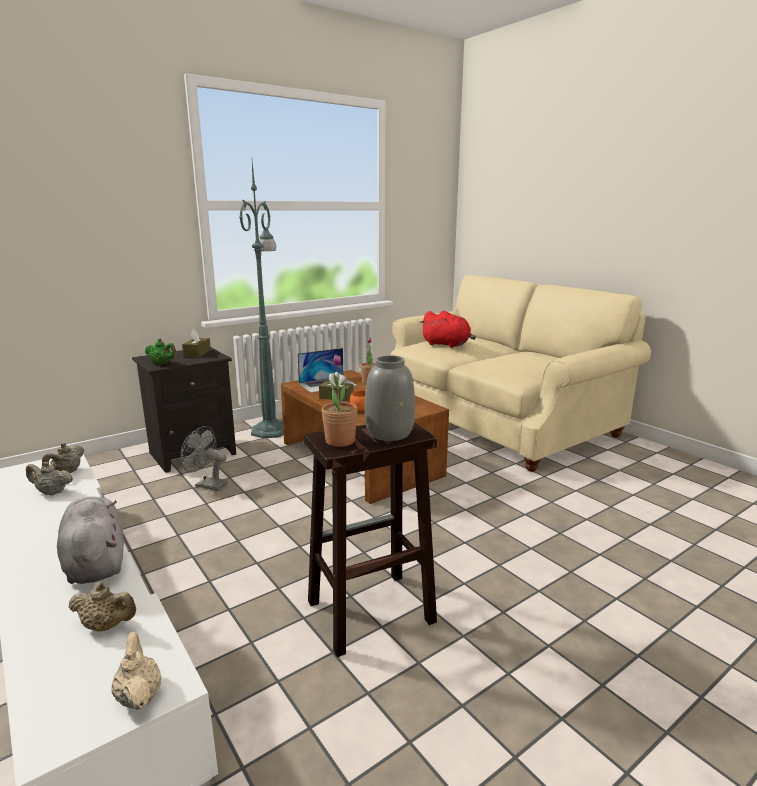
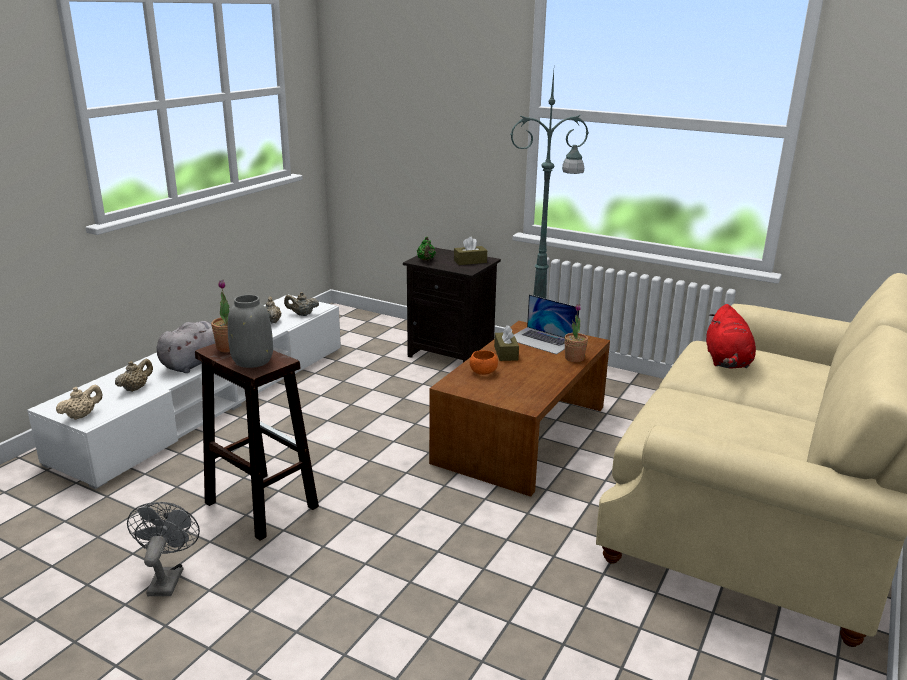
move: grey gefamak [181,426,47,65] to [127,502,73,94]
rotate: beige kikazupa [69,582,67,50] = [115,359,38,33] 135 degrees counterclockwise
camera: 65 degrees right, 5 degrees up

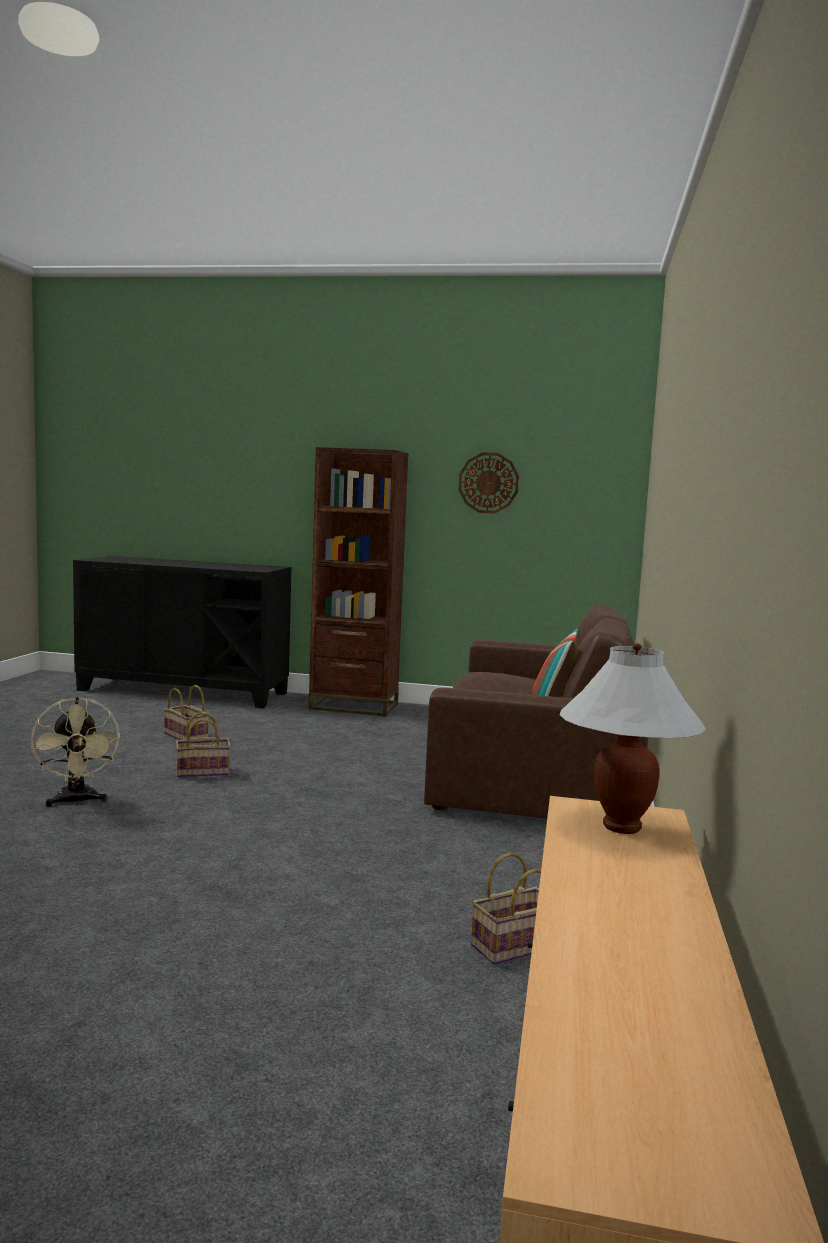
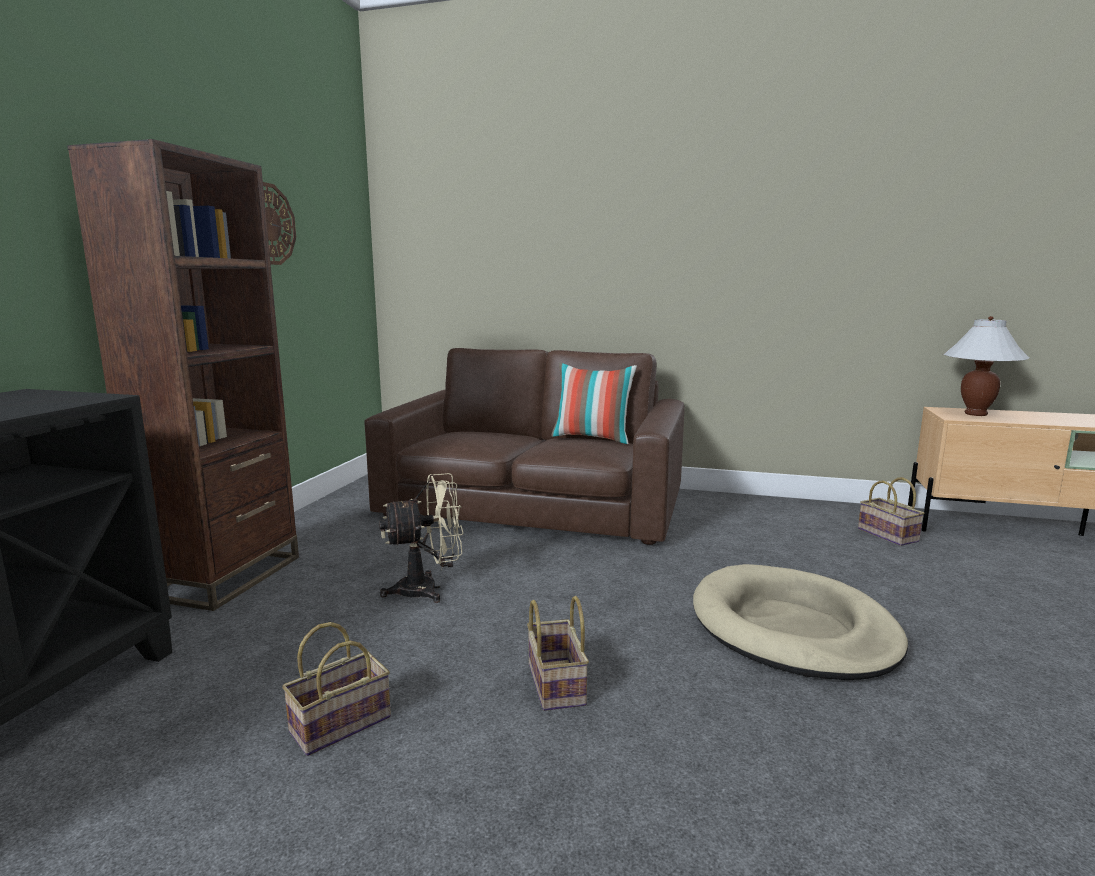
insert: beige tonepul [693,564,215,116]
move: beige gefamak [31,697,89,110] to [379,473,85,130]
camera: 85 degrees left, 5 degrees up

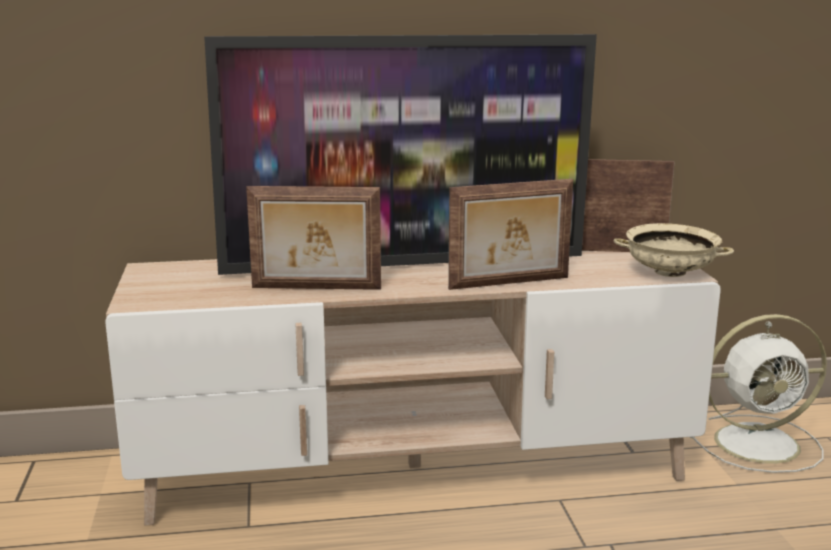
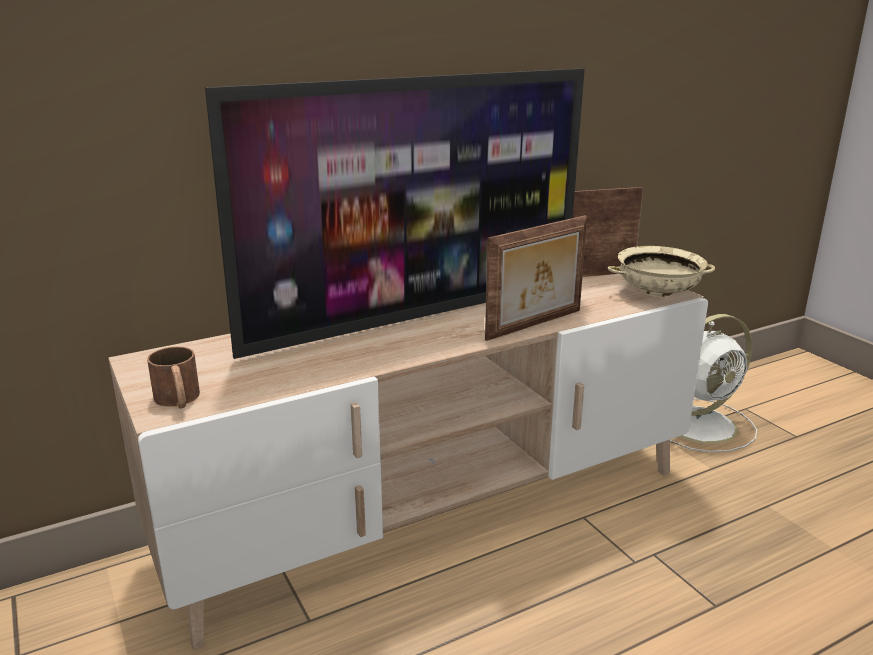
delete: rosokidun [246,186,135,104]
insert: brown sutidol [147,346,53,62]
camera: 20 degrees left, 5 degrees up

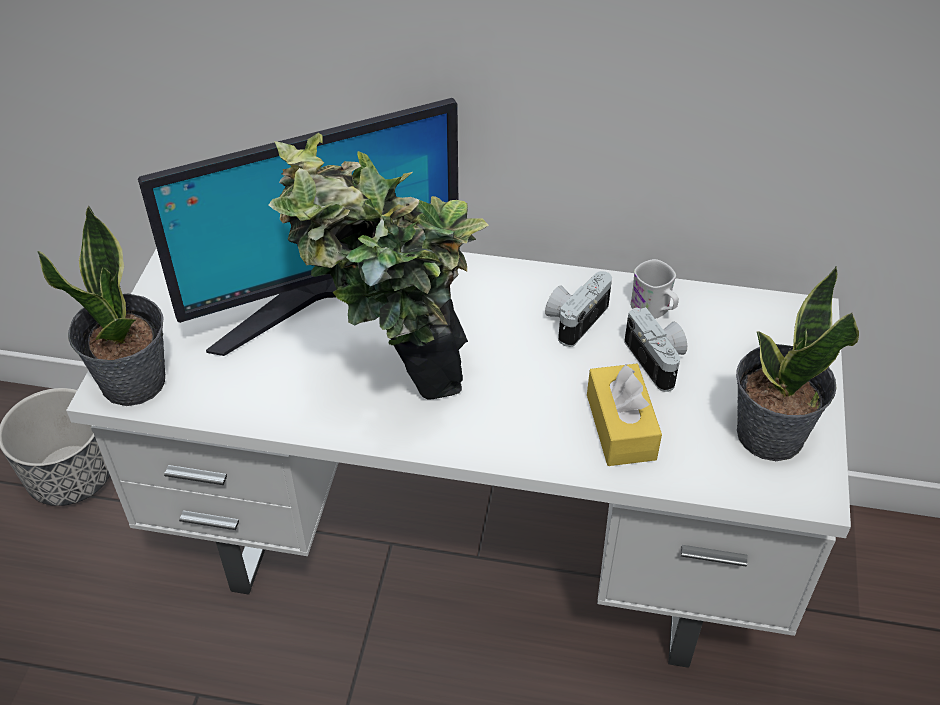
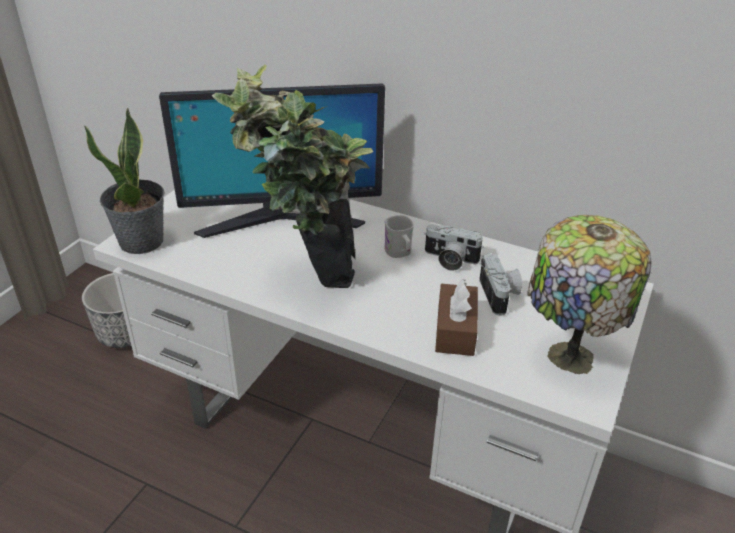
move: white sutidol [630,259,49,60] to [384,215,30,43]
replace: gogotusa [736,266,123,195] to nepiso [527,215,124,159]
recolor: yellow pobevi [587,364,75,102] to brown pobevi [435,279,43,77]
rotate: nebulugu [545,271,67,76] = [424,224,60,47] 120 degrees counterclockwise
camera: 15 degrees right, 10 degrees down

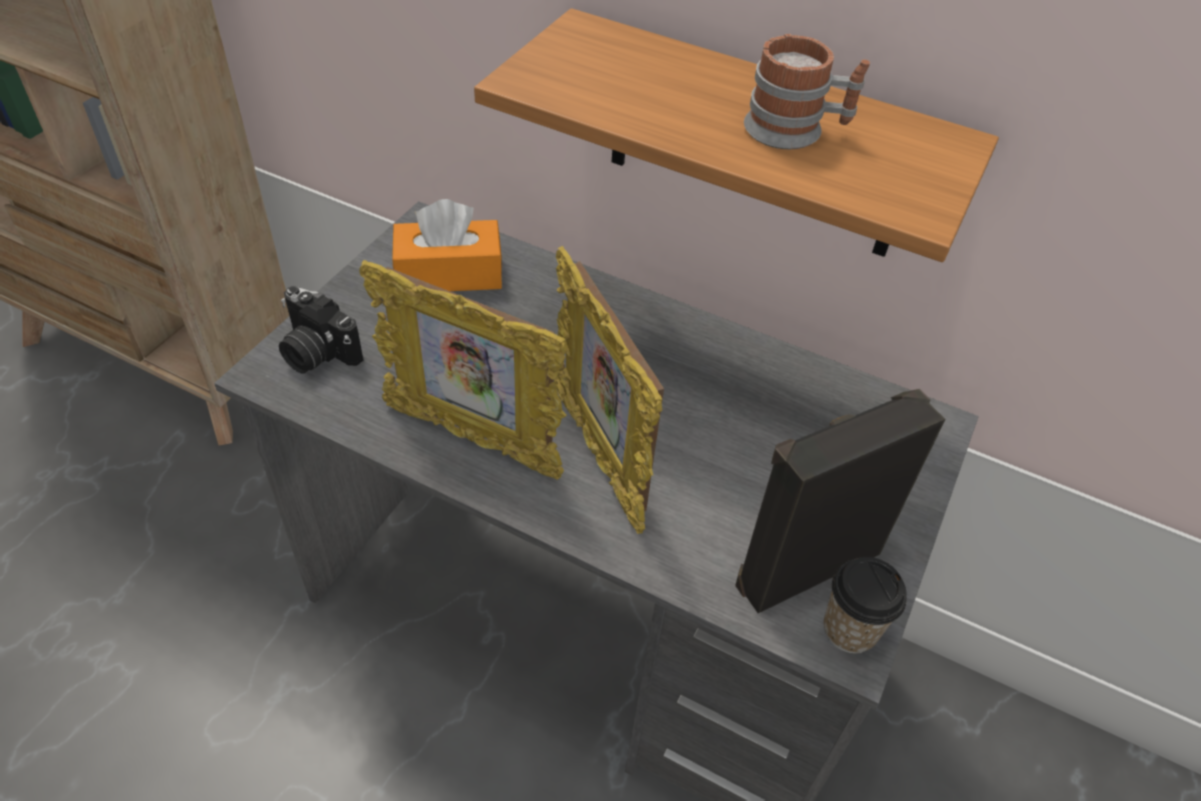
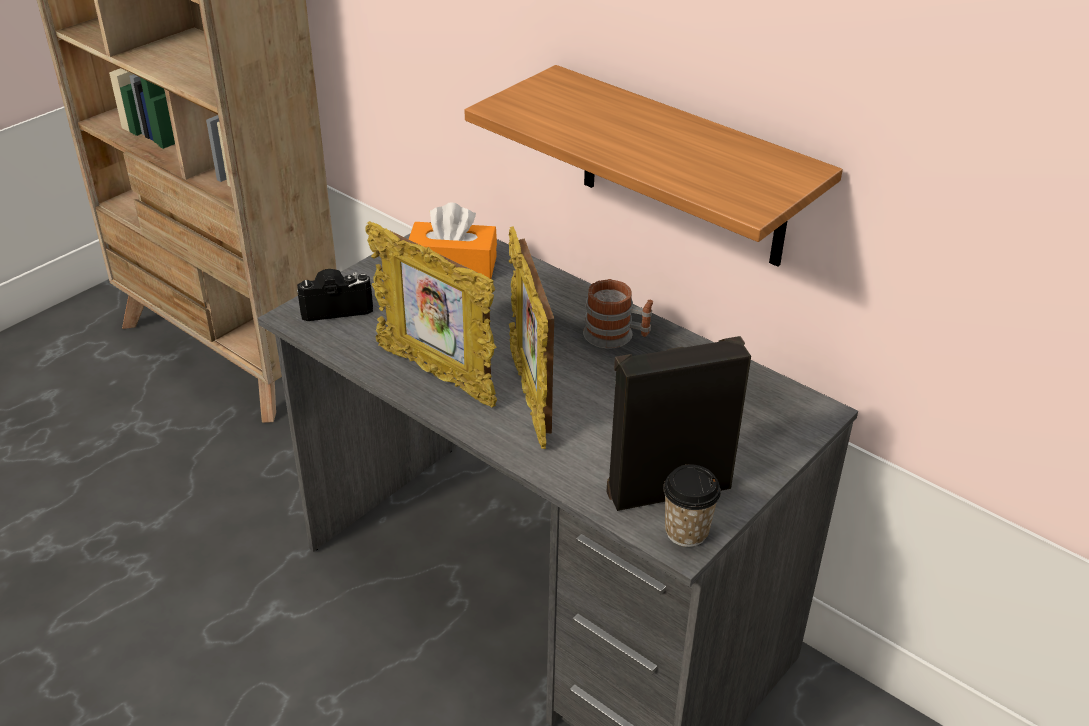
move: sutidol [744,34,126,115] to [583,279,70,70]
rotate: nebulugu [279,286,85,88] = [297,269,76,52] 120 degrees clockwise
camera: 15 degrees right, 10 degrees down

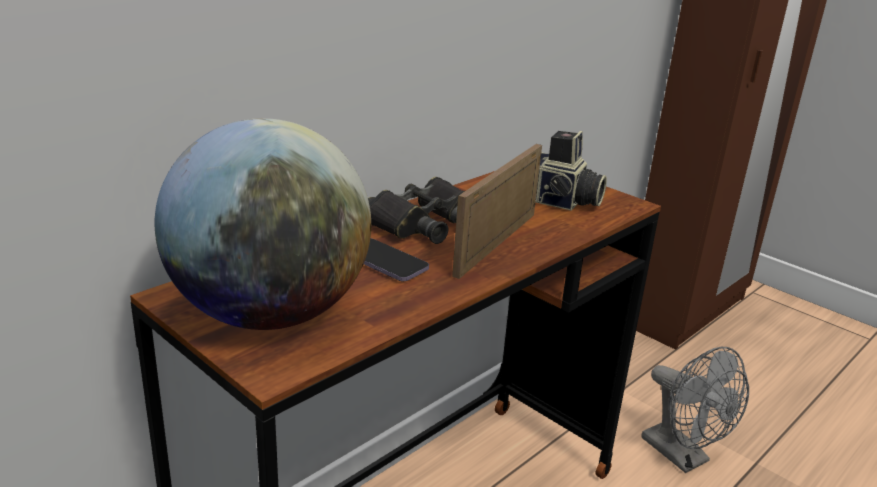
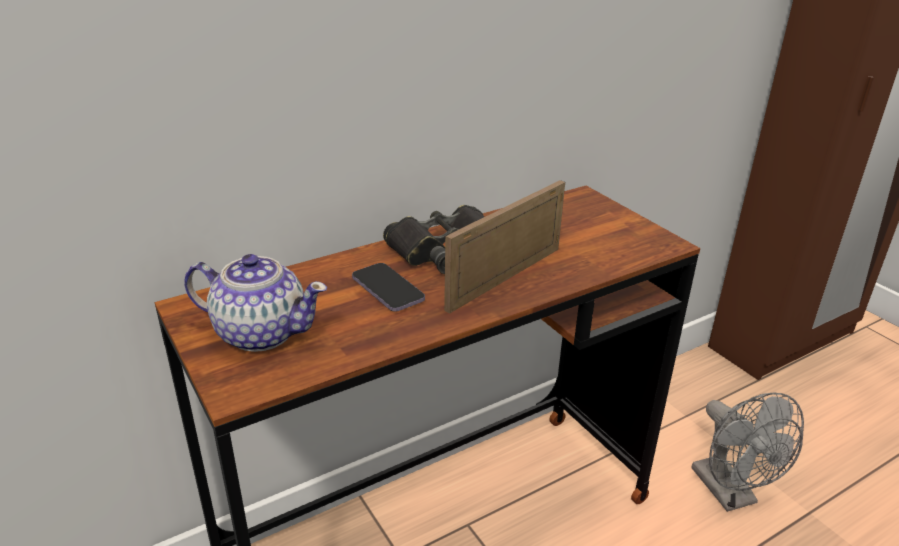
delete: nebulugu [536,131,71,80]
replace: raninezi [155,118,216,212] to kikazupa [184,254,143,98]
camera: 15 degrees right, 5 degrees up

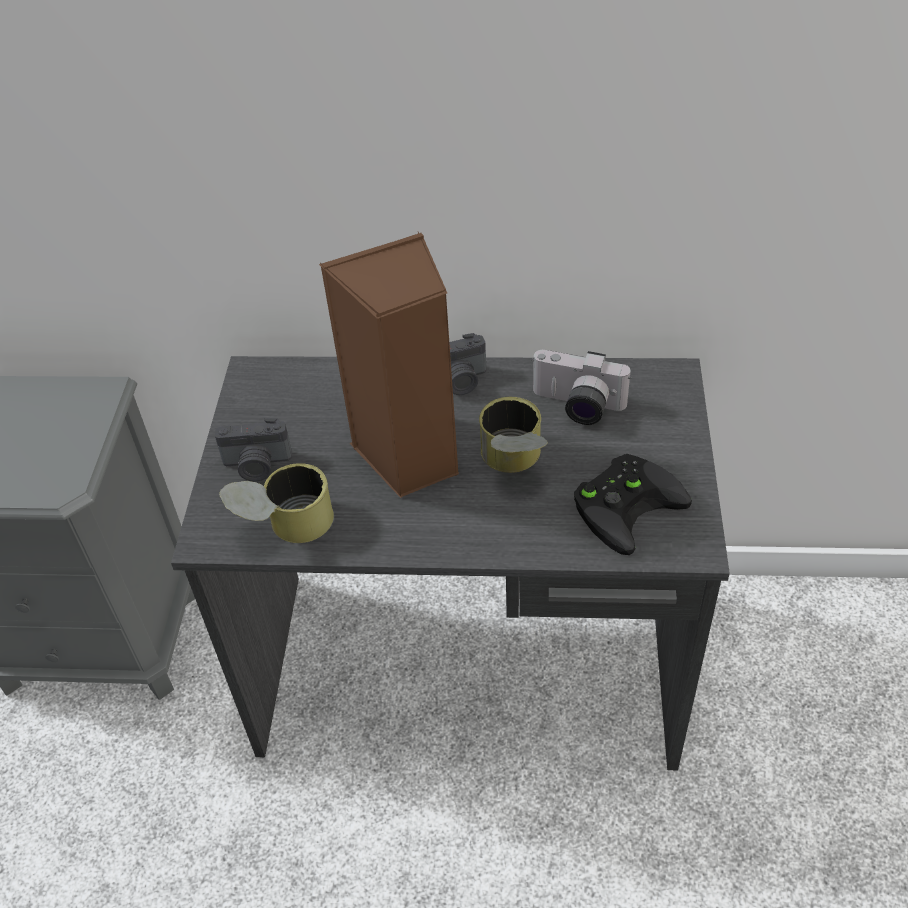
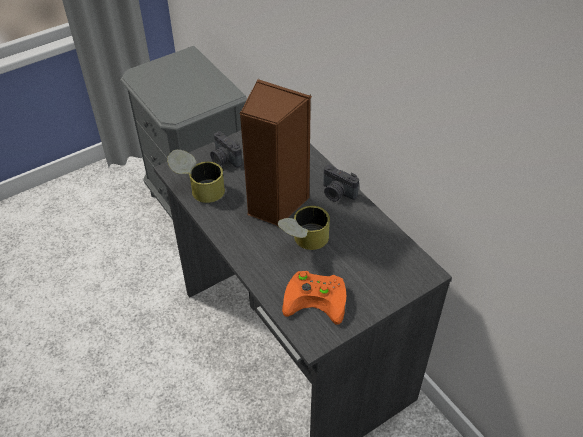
delete: nebulugu [531,350,100,75]
recolor: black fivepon [574,454,118,101] to orange fivepon [282,271,64,54]
camera: 50 degrees right, 0 degrees up

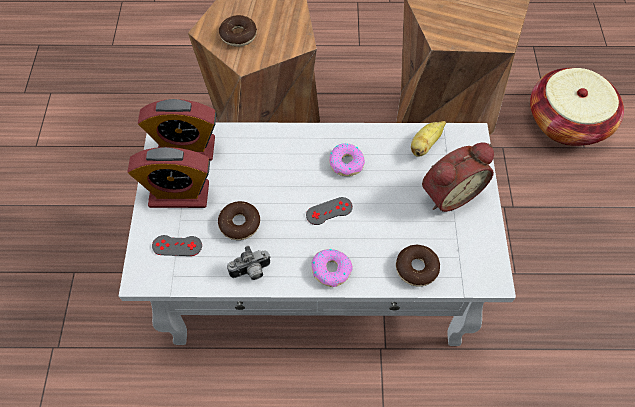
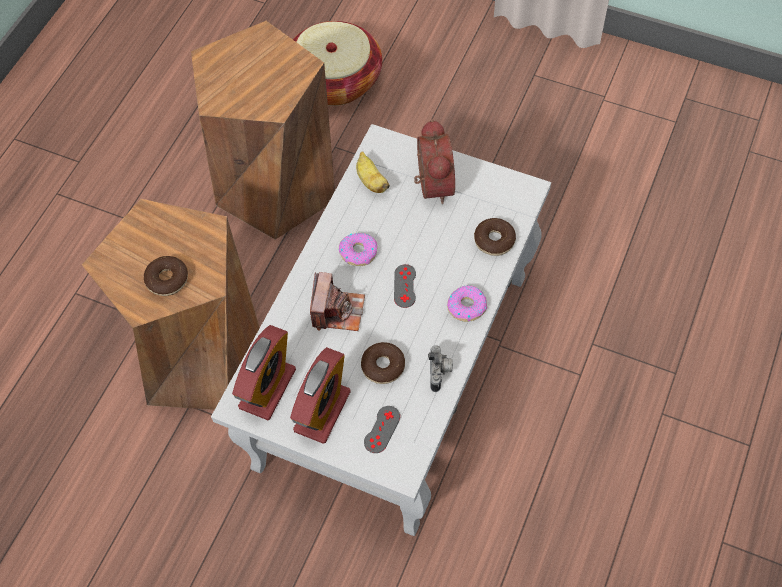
insert: nebulugu [310,272,55,59]
camera: 65 degrees left, 0 degrees up

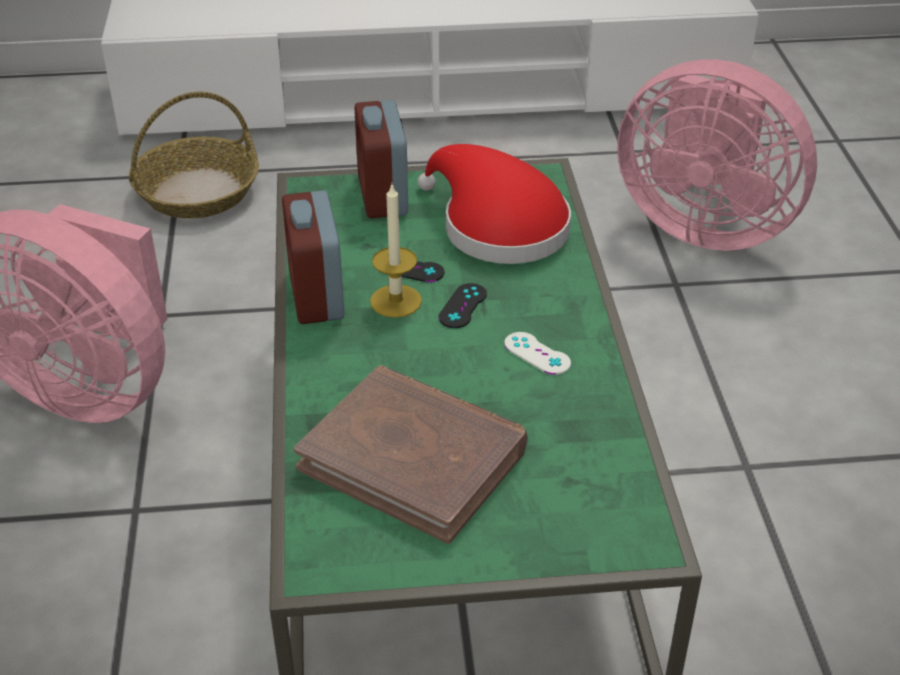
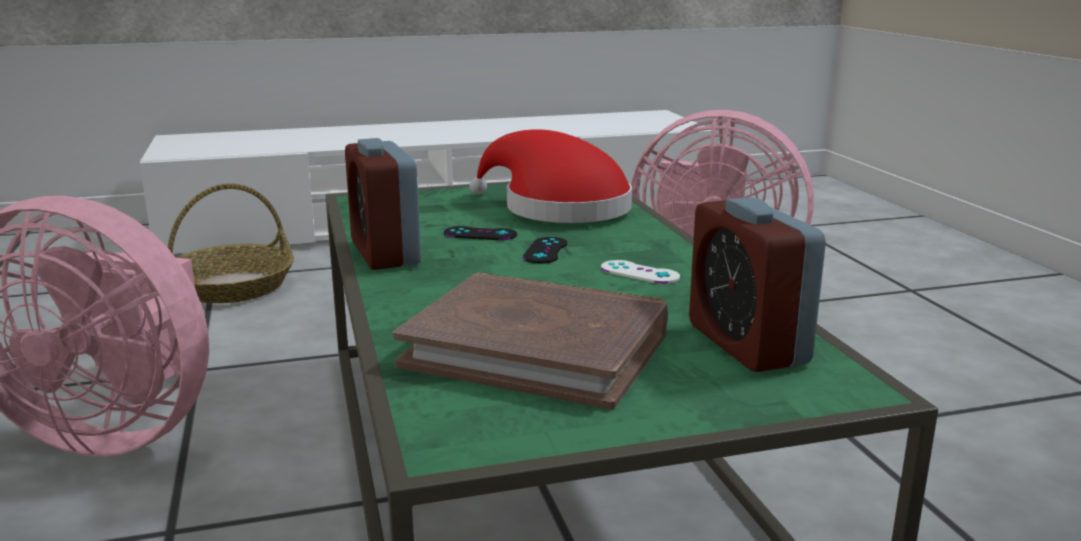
delete: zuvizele [370,184,52,134]
move: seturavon [354,100,54,118] to [689,197,137,175]
camera: 10 degrees left, 20 degrees down

